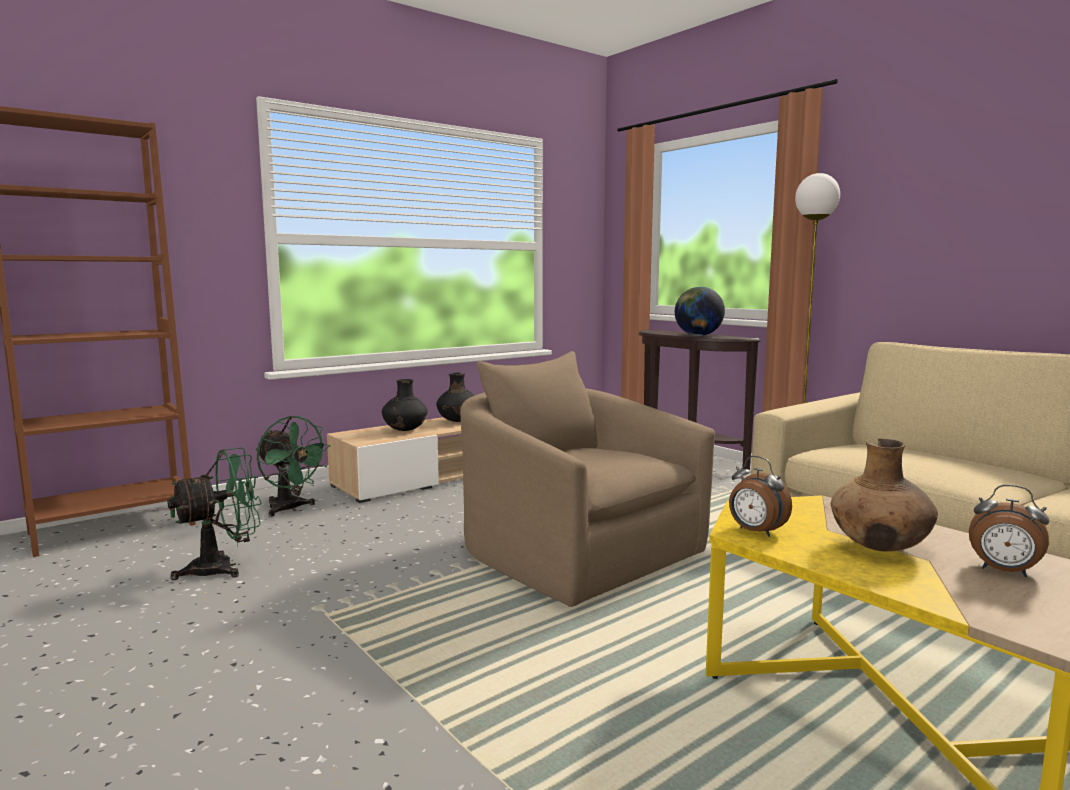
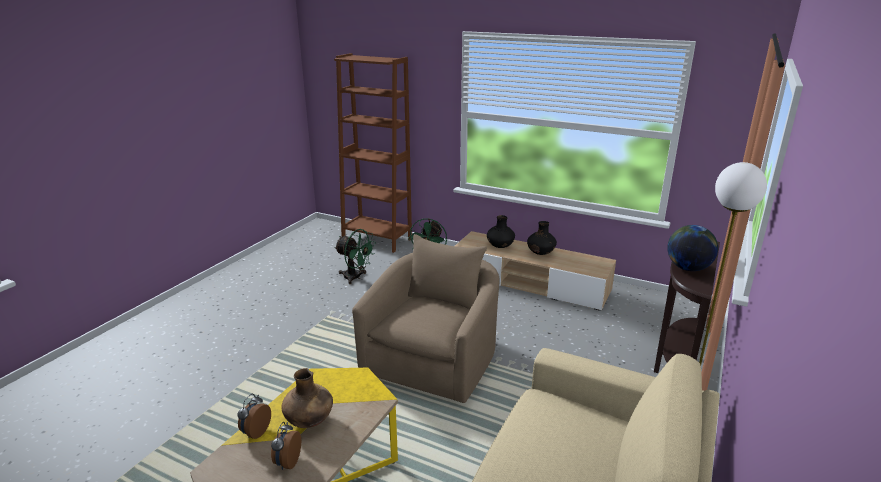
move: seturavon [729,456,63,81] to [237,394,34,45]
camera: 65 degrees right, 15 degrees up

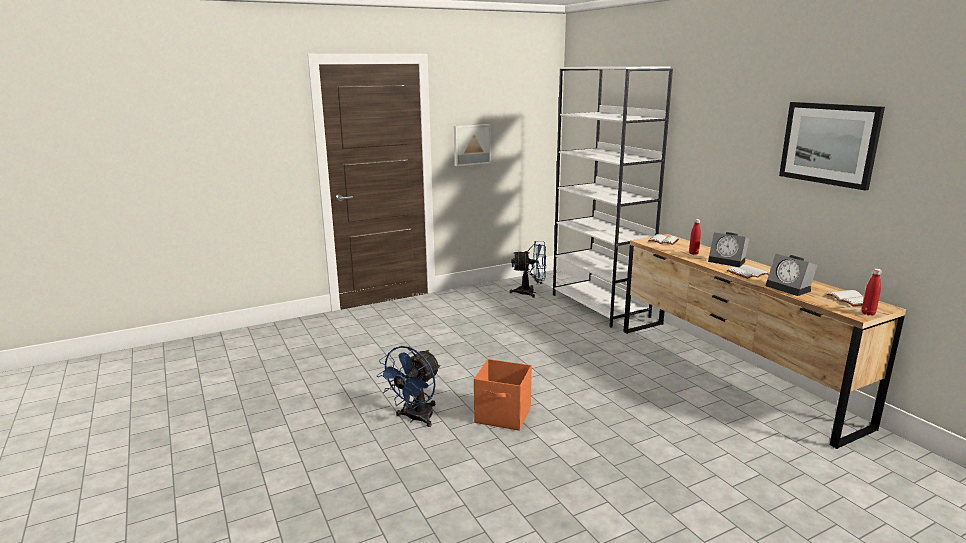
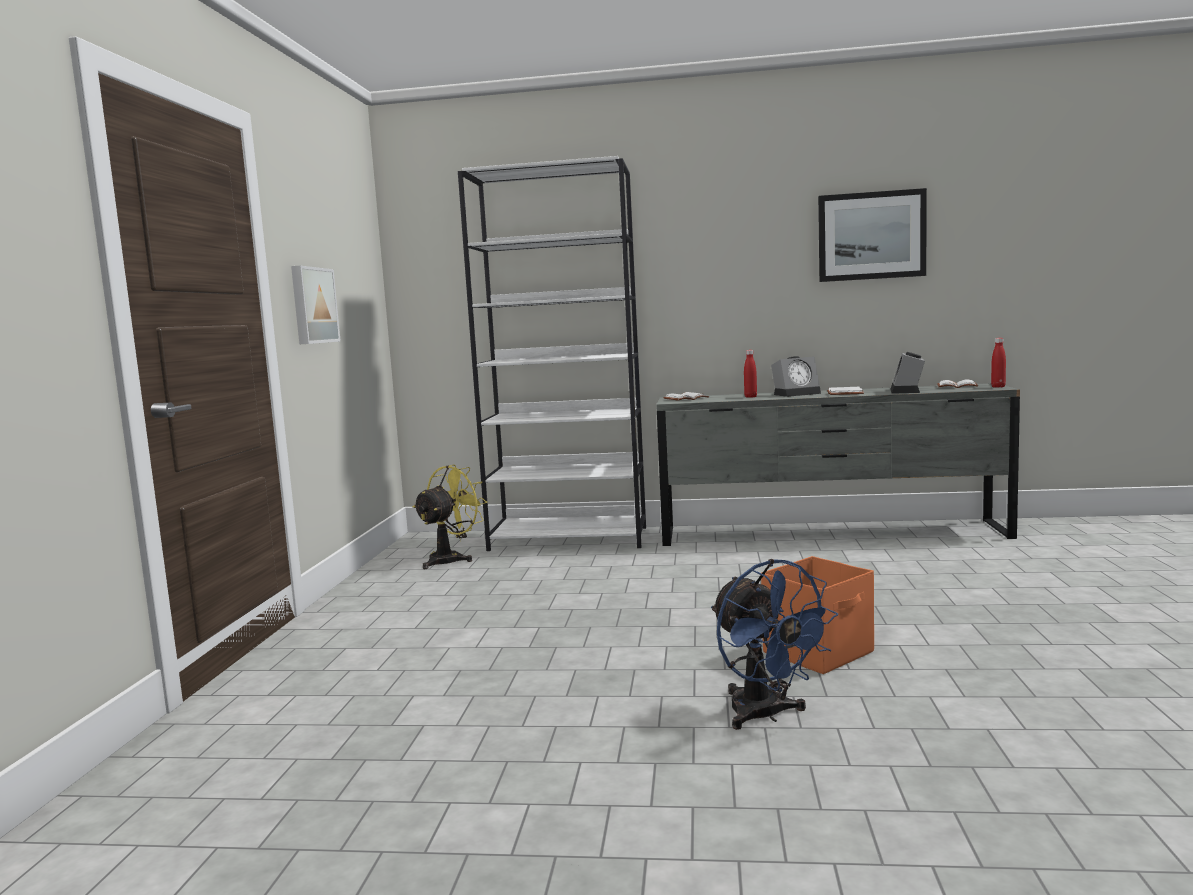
recolor: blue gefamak [510,241,36,57] to yellow gefamak [413,465,74,104]; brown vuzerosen [623,234,283,215] to grey vuzerosen [656,383,364,163]
rotate: seturavon [765,254,53,42] = [890,352,35,42] 105 degrees clockwise
camera: 55 degrees left, 10 degrees down

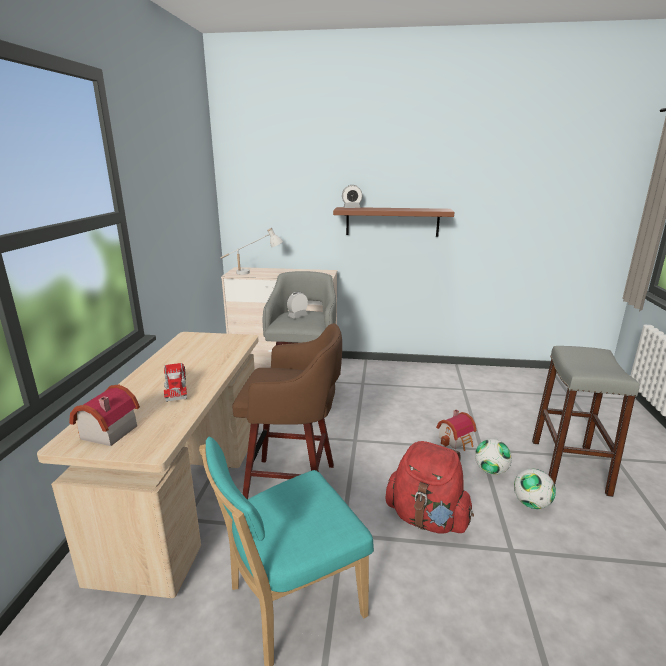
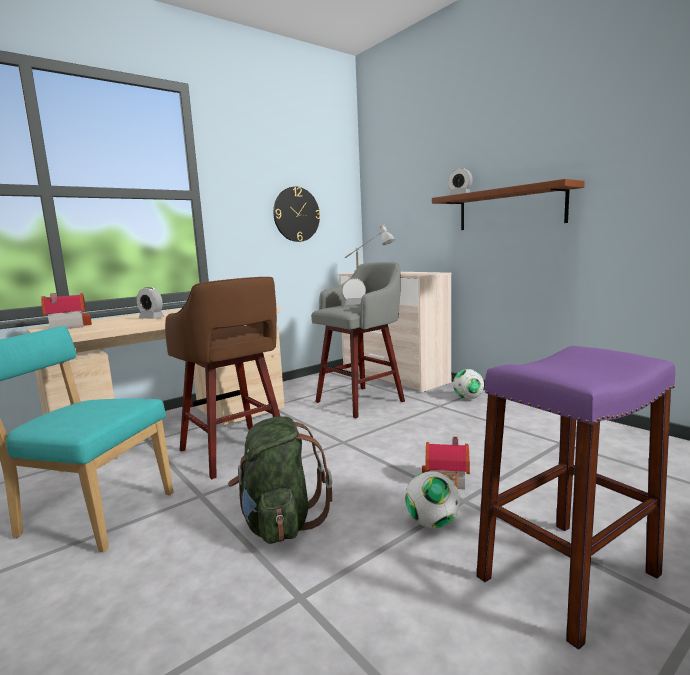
insert: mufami [273,187,48,55]
move: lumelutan [514,469,42,40] to [453,369,31,30]
replace: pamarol [164,363,23,39] to seturavon [137,287,28,32]
recolor: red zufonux [386,441,88,93] to green zufonux [228,416,104,128]; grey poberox [532,346,107,151] to purple poberox [476,346,200,304]
camera: 45 degrees right, 10 degrees down

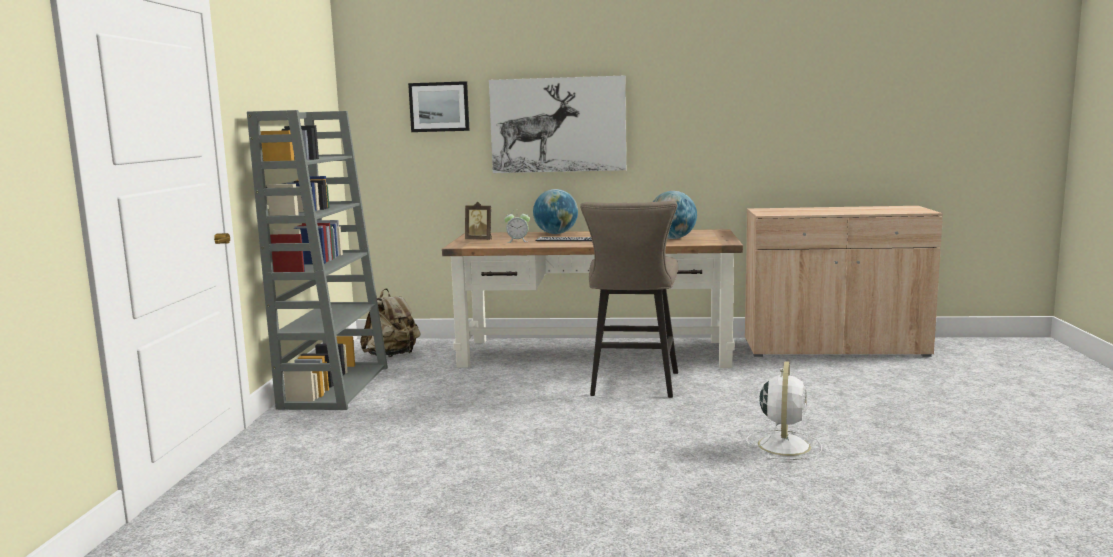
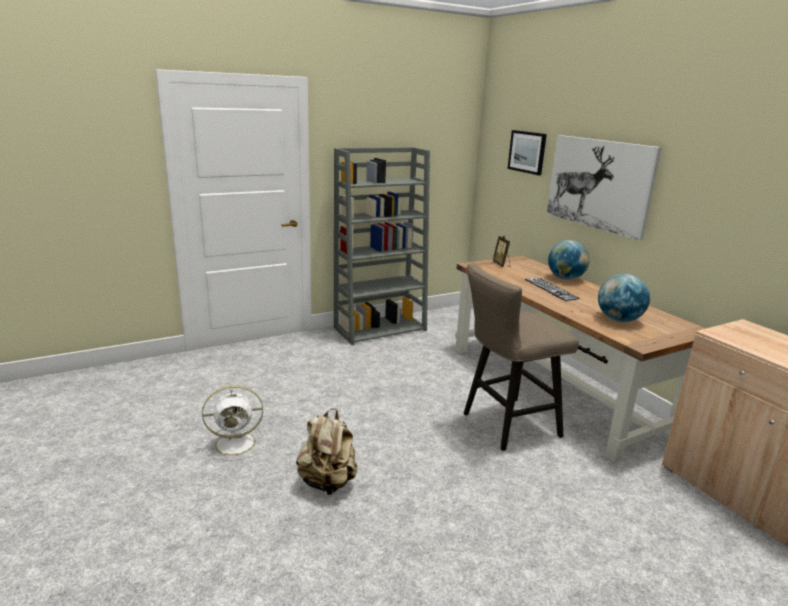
delete: seturavon [504,211,26,32]
move: beige zufonux [360,289,61,68] to [296,408,62,87]; white gefamak [746,361,76,99] to [202,385,63,76]
camera: 55 degrees right, 10 degrees up

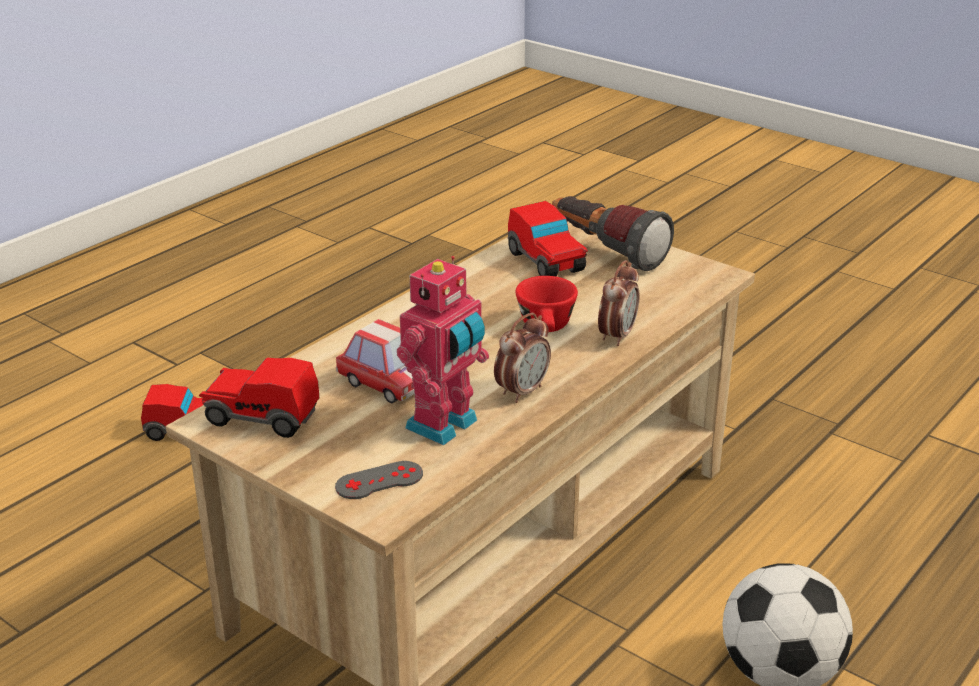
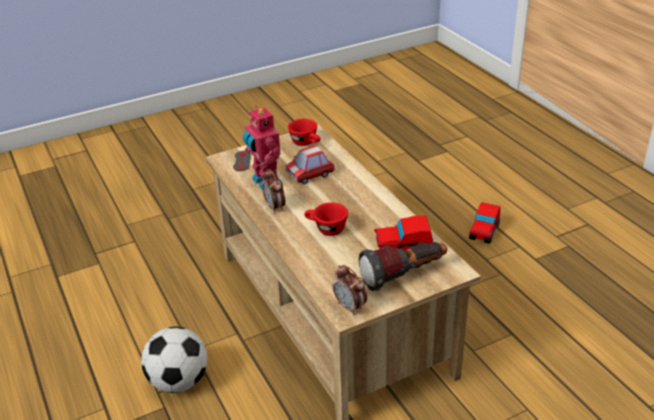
move: seturavon [598,260,42,86] to [333,265,34,50]
replace: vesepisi [199,358,120,80] to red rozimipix [288,119,32,27]
camera: 115 degrees right, 5 degrees up

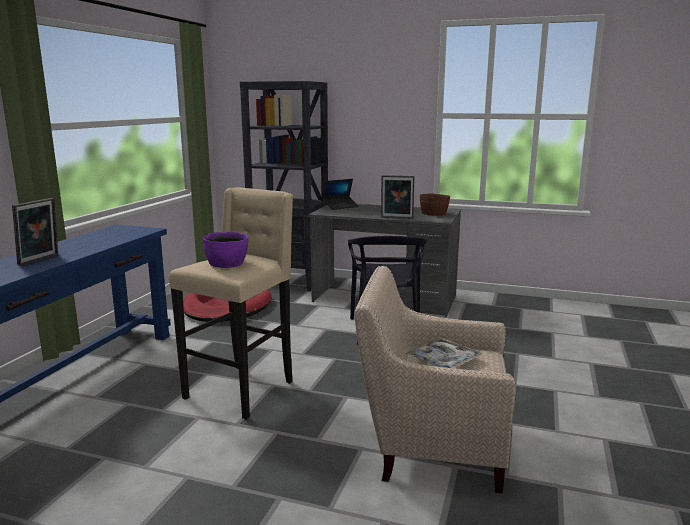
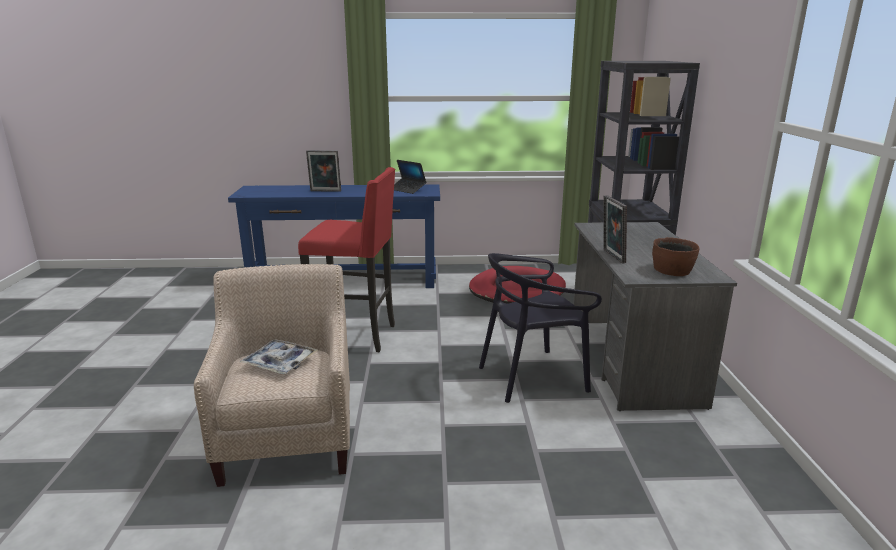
delete: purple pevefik [203,232,45,36]
move: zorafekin [323,179,36,31] to [394,160,32,34]
recolor: beige poberox [169,187,124,233] to red poberox [298,167,97,185]
camera: 70 degrees right, 5 degrees up

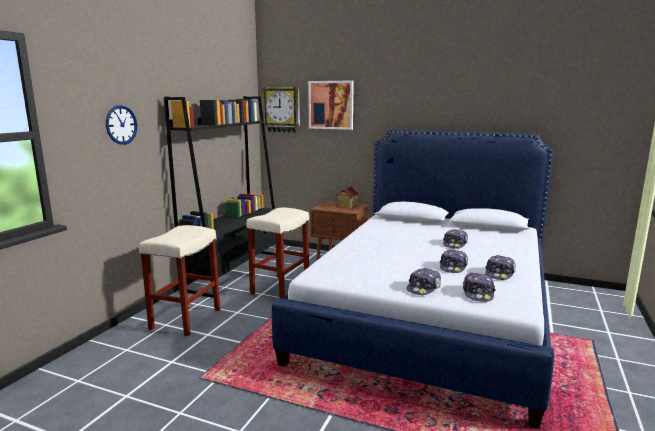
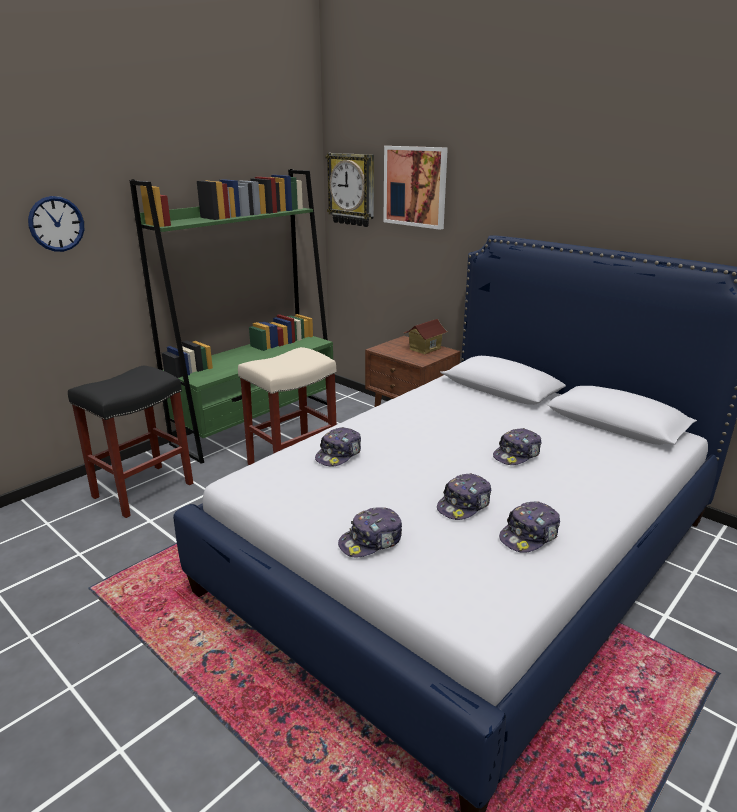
move: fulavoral [463,272,33,30] to [315,427,46,40]
recolor: beige poberox [139,225,81,111] to black poberox [68,365,125,153]; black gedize [164,96,112,202] to green gedize [130,169,203,295]
camera: 20 degrees right, 10 degrees up

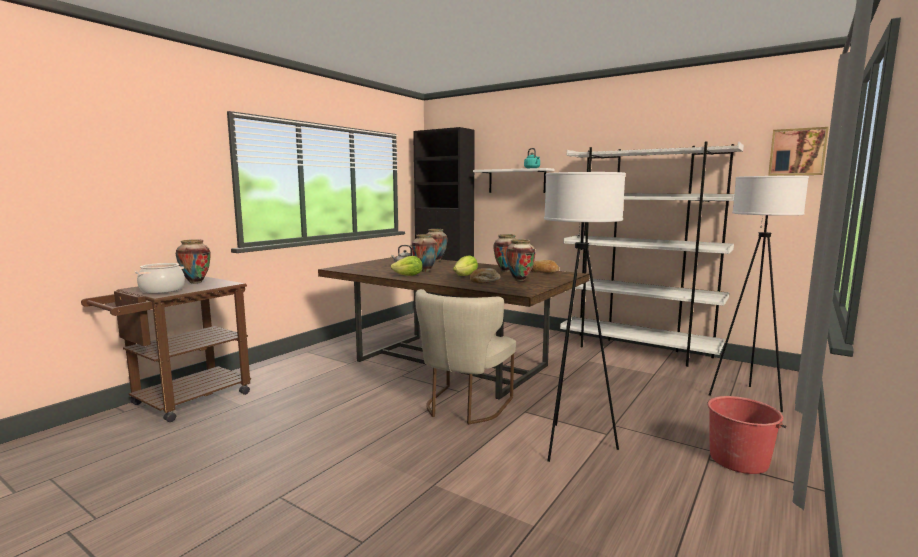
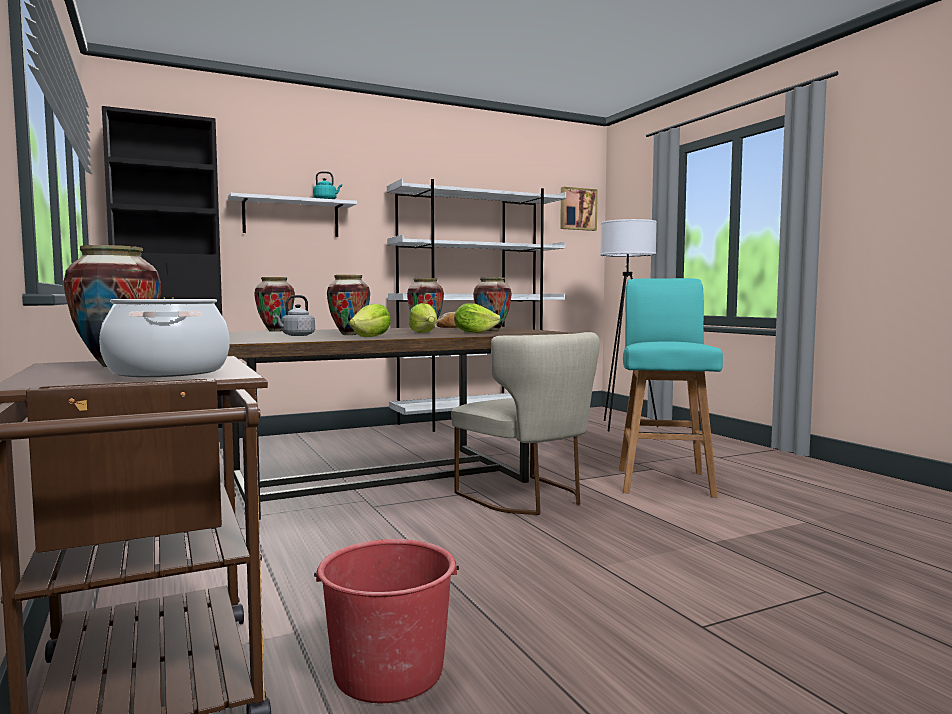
move: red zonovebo [707,396,79,78] to [314,539,145,164]
replace: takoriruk [470,268,31,15] to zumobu [454,303,47,30]; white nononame [544,172,82,290] to turquoise poberox [619,278,104,219]
camera: 60 degrees left, 5 degrees down

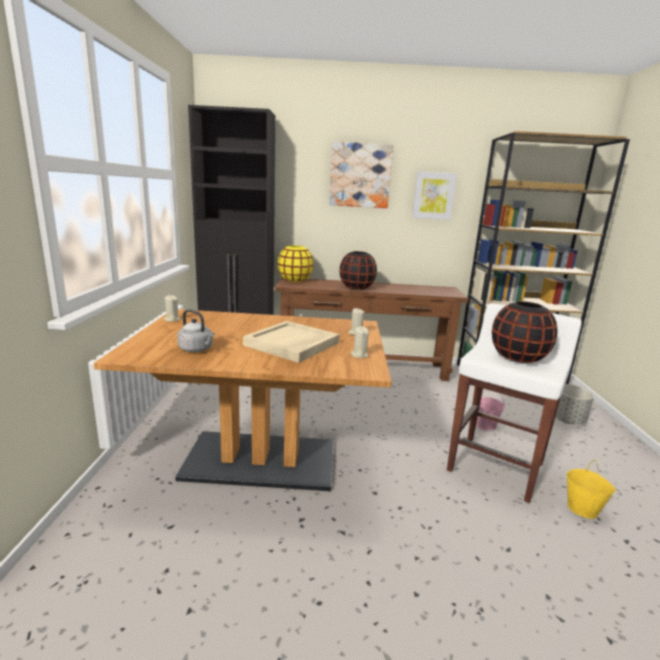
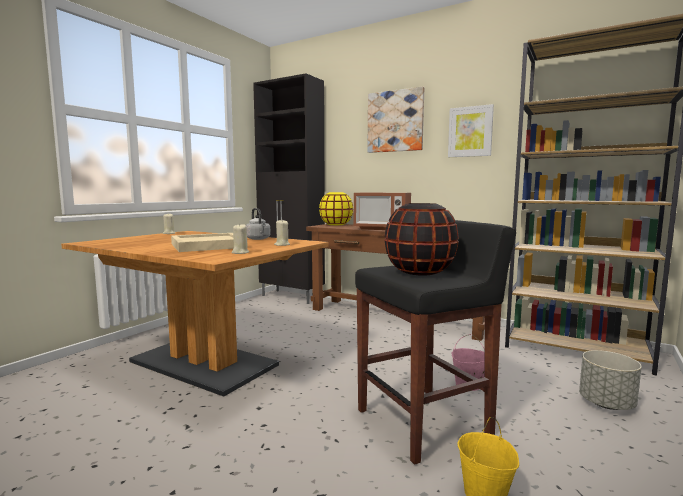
move: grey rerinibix [178,309,37,43] to [246,208,24,32]
replace: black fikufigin [339,251,38,39] to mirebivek [354,193,57,37]
recolor: white poberox [447,304,135,199] to black poberox [355,220,161,245]
camera: 30 degrees right, 10 degrees down

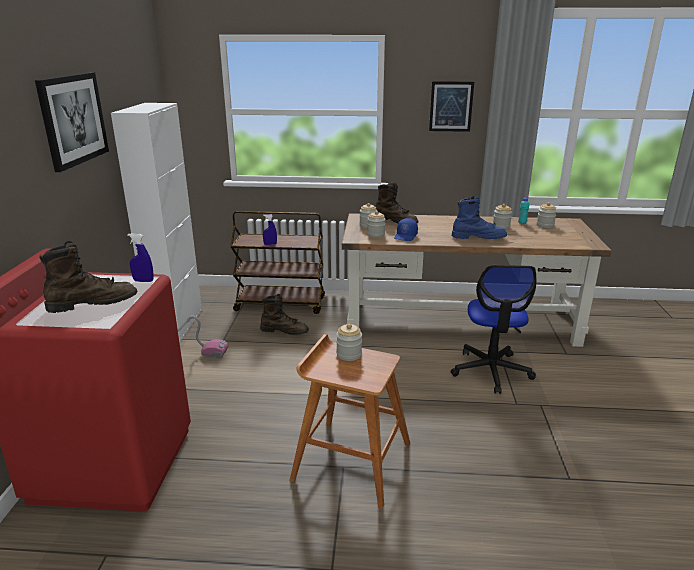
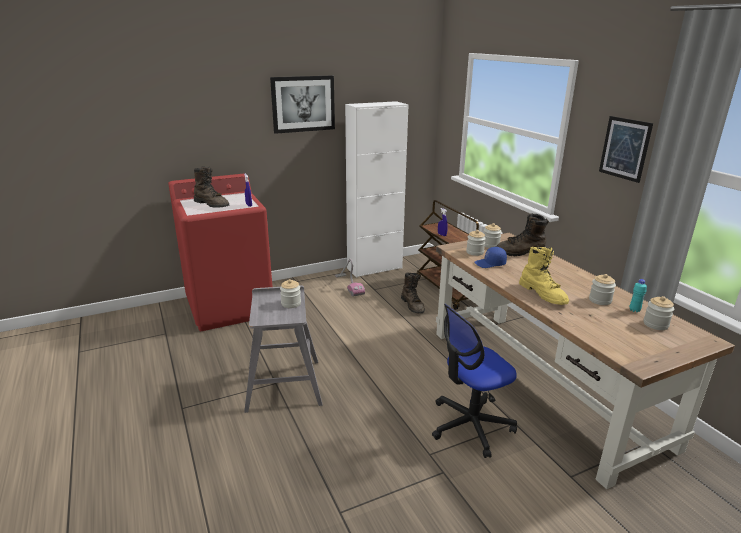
recolor: brown poberox [290,334,120,174] to grey poberox [244,285,79,128]; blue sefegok [452,196,55,43] to yellow sefegok [519,247,50,58]
rotate: brown sefegok [375,182,43,42] = [496,213,53,43] 75 degrees clockwise
camera: 60 degrees right, 0 degrees up

